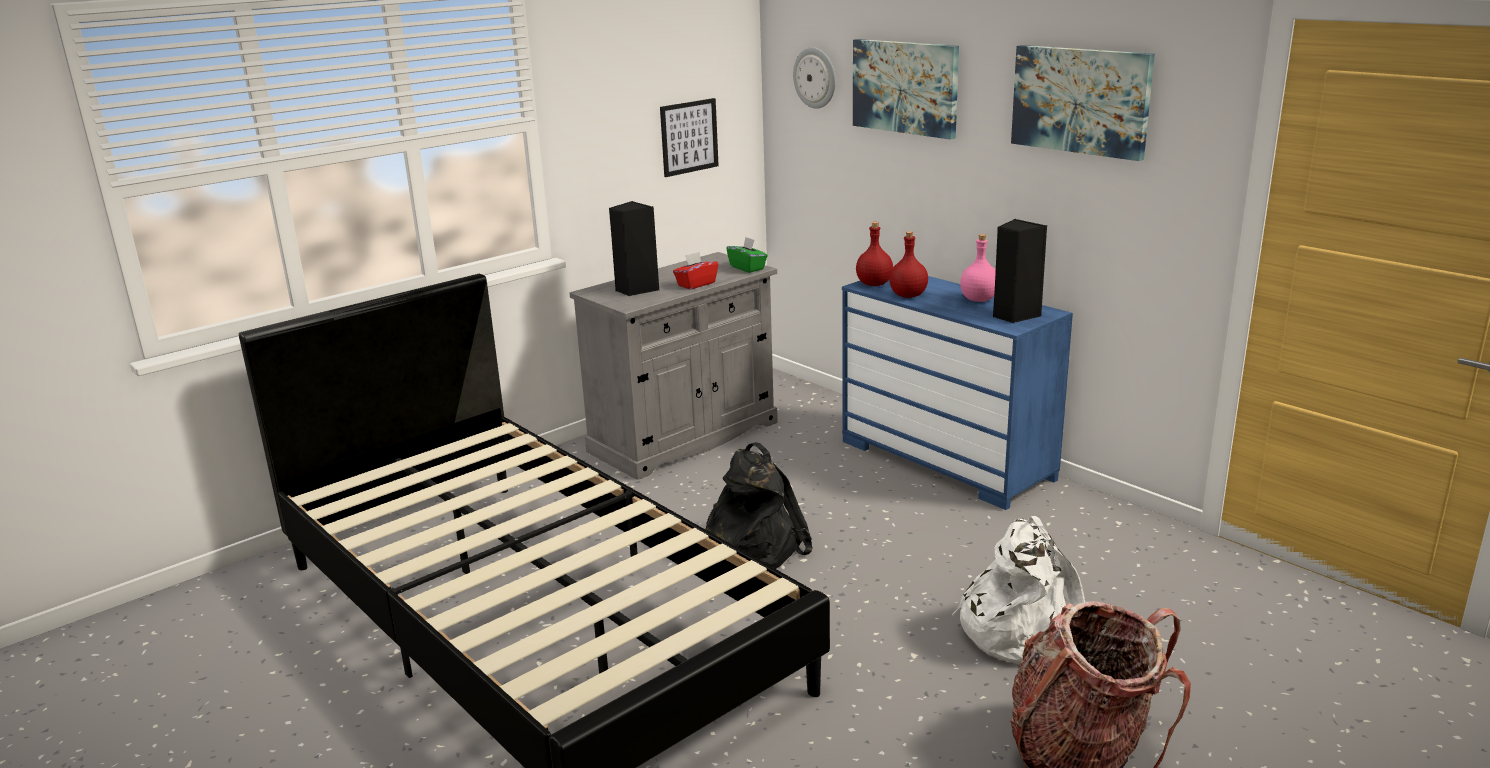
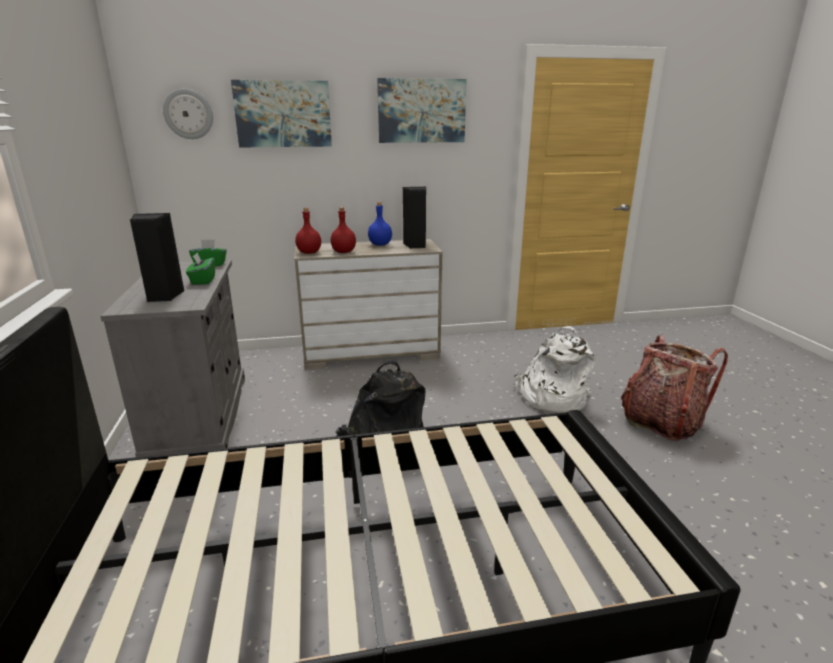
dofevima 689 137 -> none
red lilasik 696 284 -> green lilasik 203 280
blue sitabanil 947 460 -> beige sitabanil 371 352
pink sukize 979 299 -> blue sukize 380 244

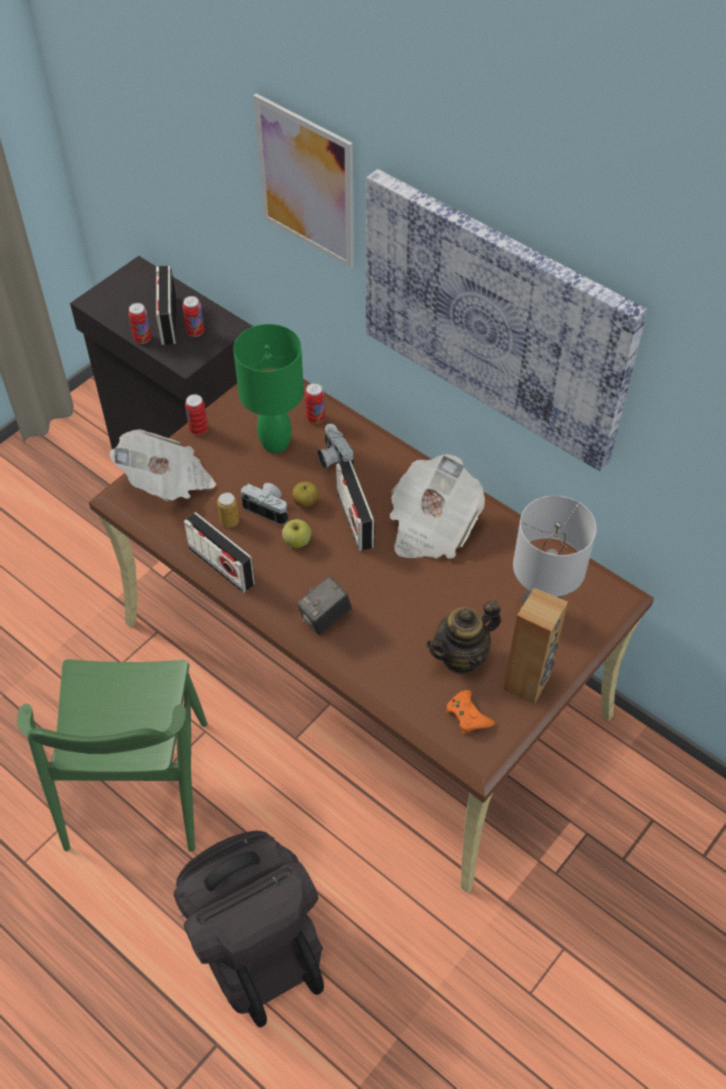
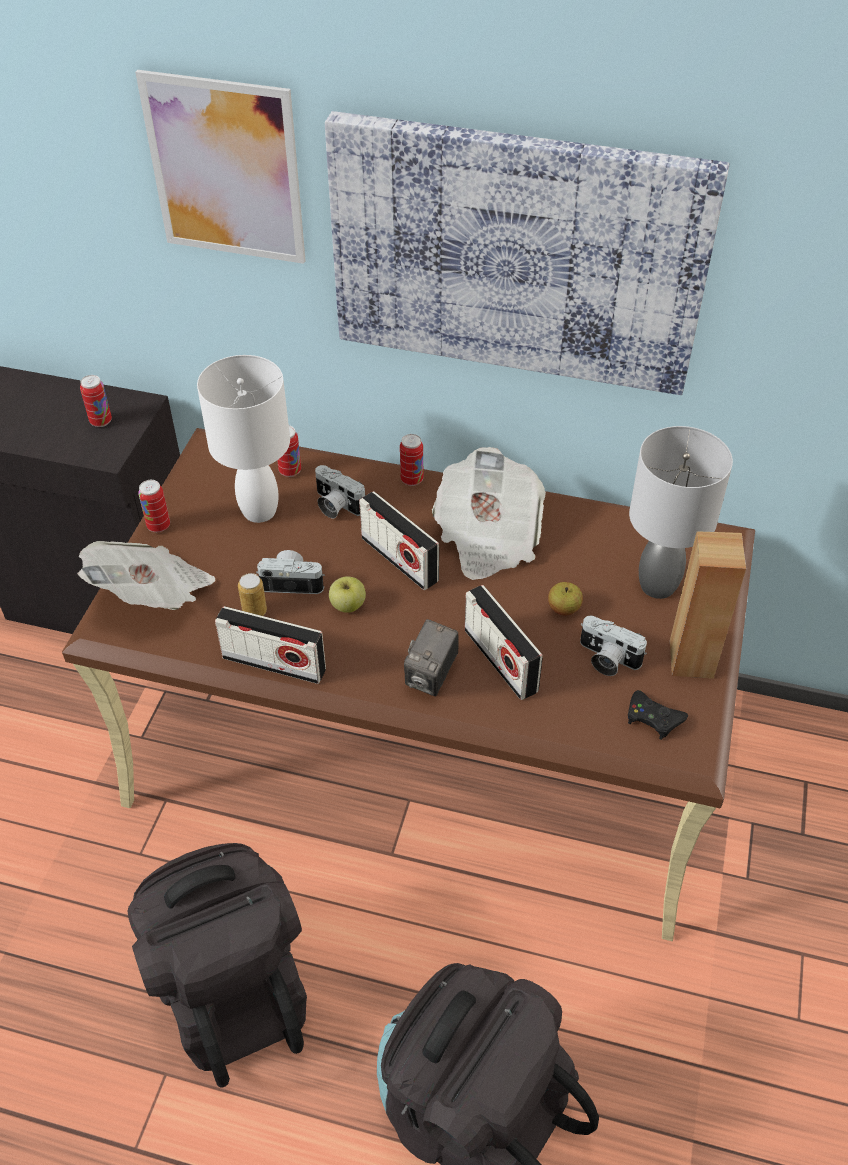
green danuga 136 785 -> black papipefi 232 988
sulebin 142 339 -> sulebin 411 479, move
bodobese 168 320 -> bodobese 500 660, move
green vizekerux 275 442 -> white vizekerux 259 510
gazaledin 305 502 -> gazaledin 564 609, move
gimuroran 461 657 -> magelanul 606 659
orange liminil 468 715 -> black liminil 653 718

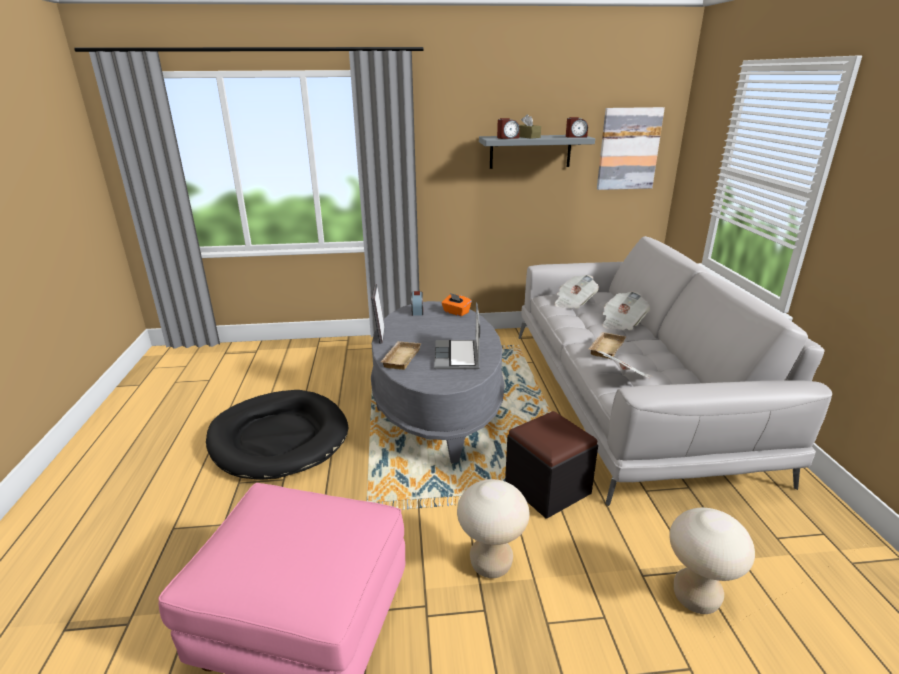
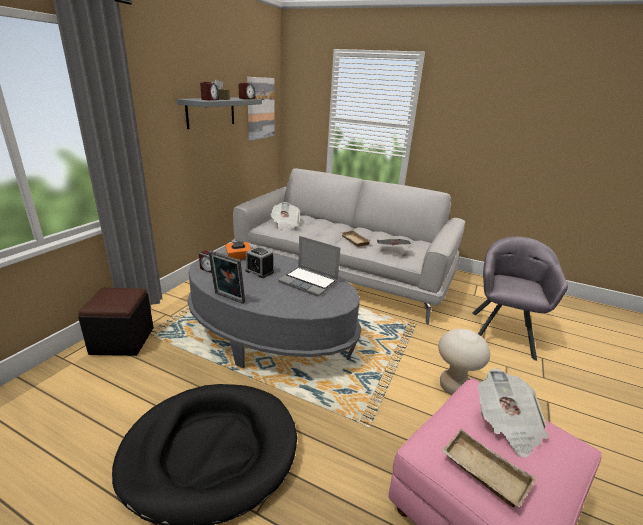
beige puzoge 400 358 -> beige puzoge 482 471, move
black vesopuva 547 488 -> black vesopuva 122 341, move
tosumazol 621 323 -> tosumazol 507 425, move
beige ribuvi 695 597 -> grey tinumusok 502 334
none -> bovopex 259 271

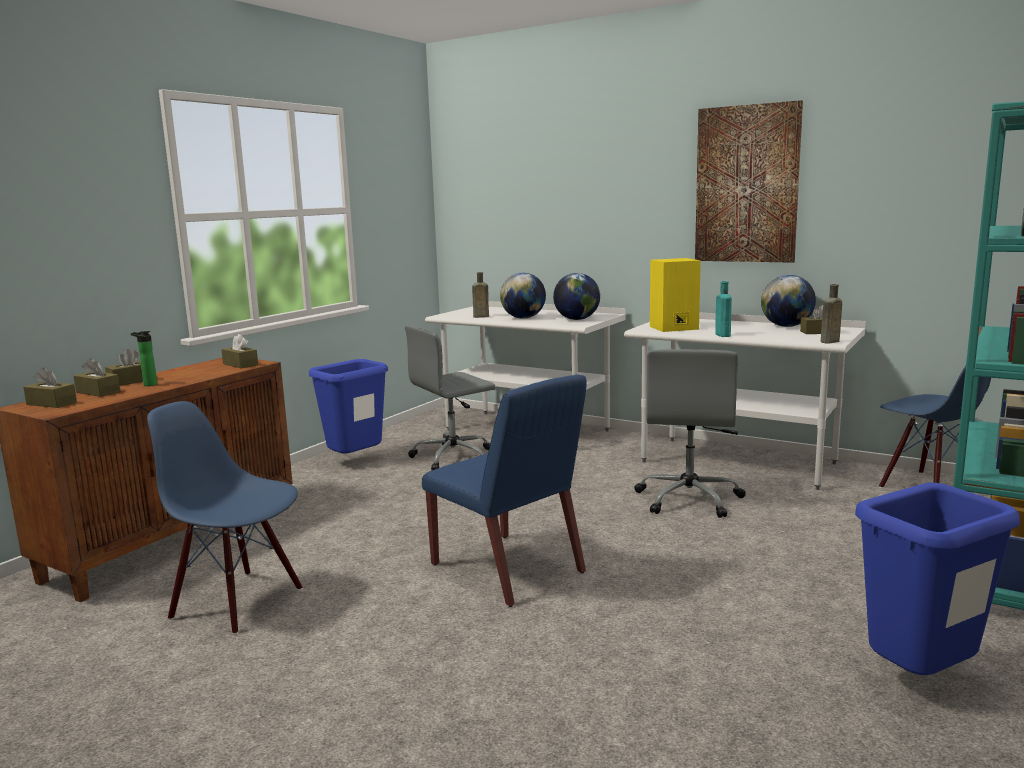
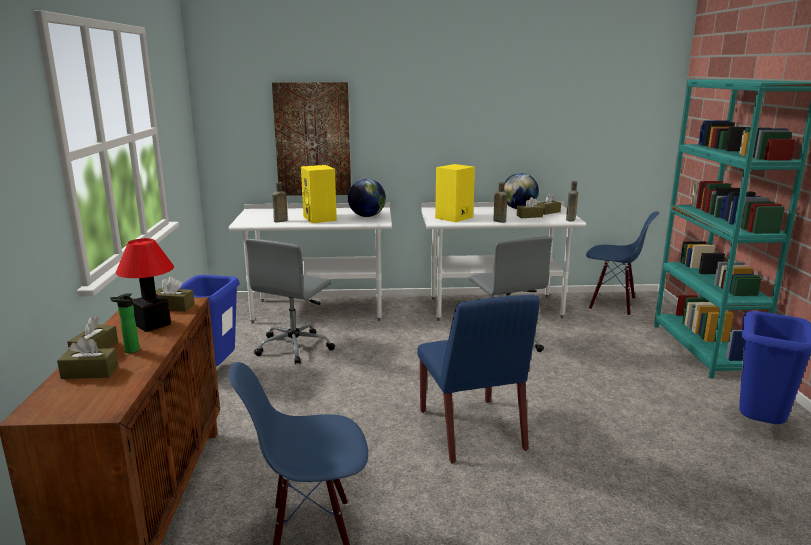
brown lilasik 51 403 -> brown lilasik 529 216, move
blue danuga 508 569 -> blue danuga 472 430, 60 degrees clockwise
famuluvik 523 318 -> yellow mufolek 320 219
dofevima 746 184 -> dofevima 313 140, move
turquoise sukize 722 335 -> brown sukize 498 221
none -> vizekerux 153 324

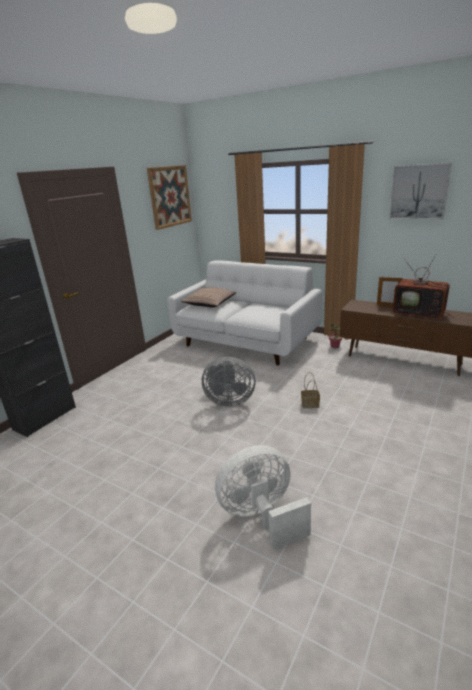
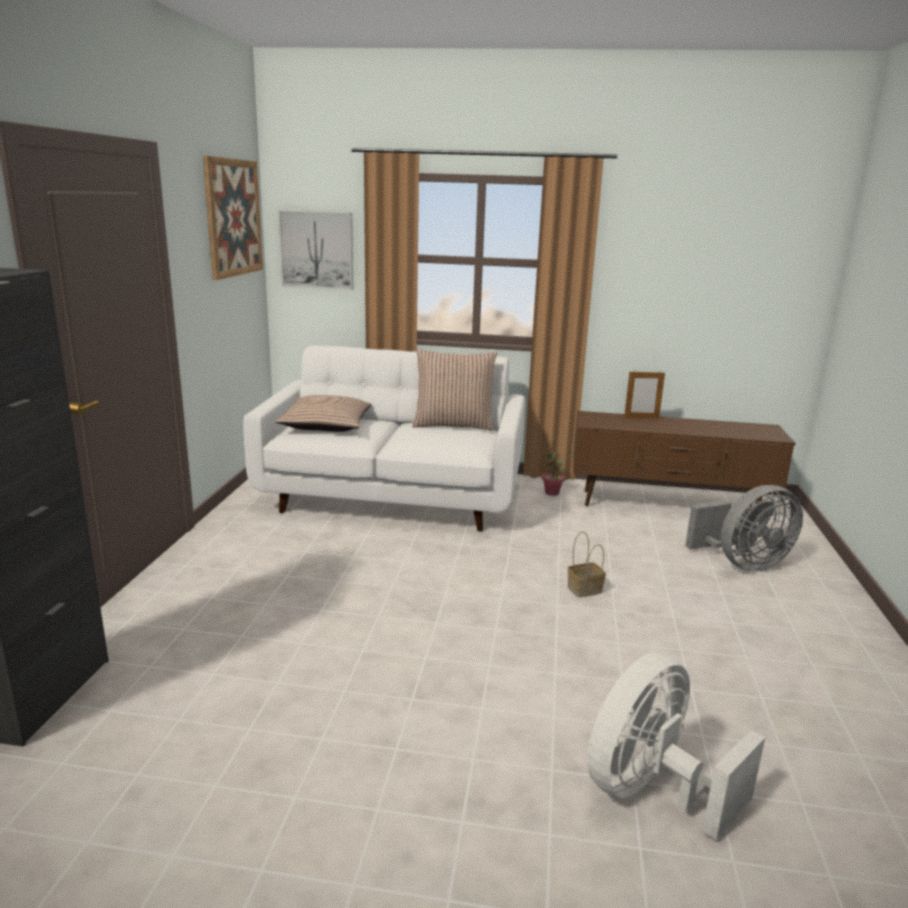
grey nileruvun 228 401 -> grey nileruvun 743 563, move
dofevima 419 192 -> dofevima 317 250, move
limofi 420 314 -> none
none -> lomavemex 453 425

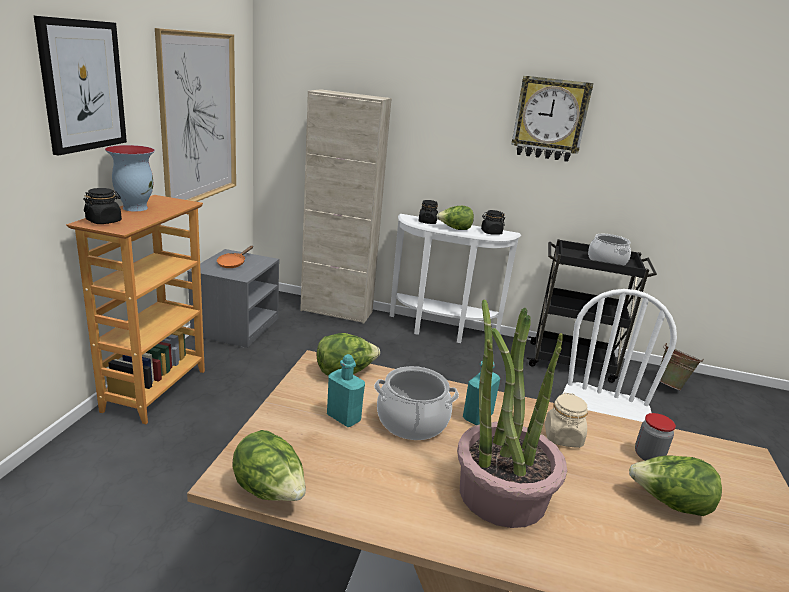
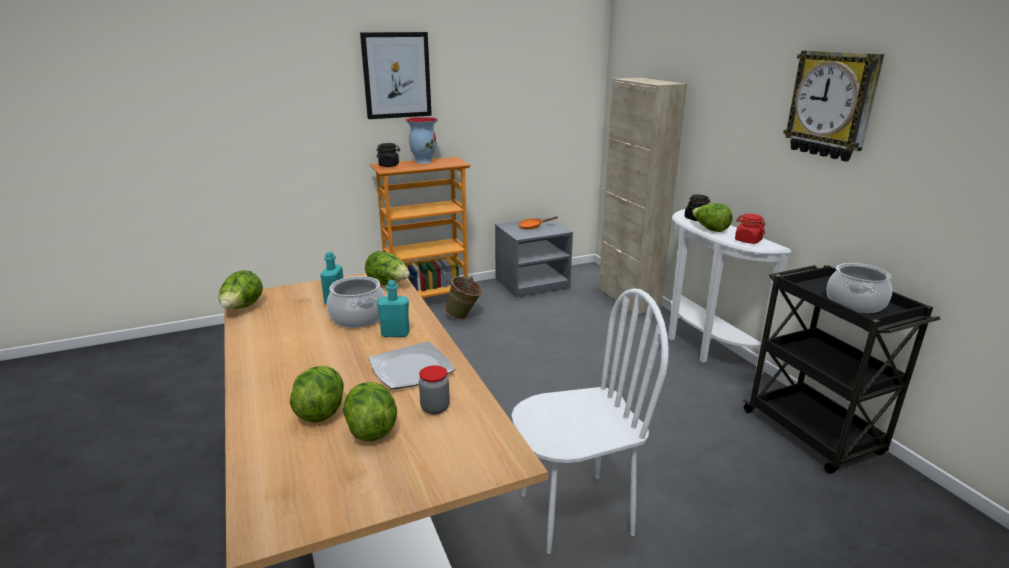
dofevima 199 118 -> none
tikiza 501 493 -> none
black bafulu 491 232 -> red bafulu 748 240
beige bafulu 563 437 -> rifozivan 412 368
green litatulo 671 386 -> green litatulo 464 317, move
none -> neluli 321 410

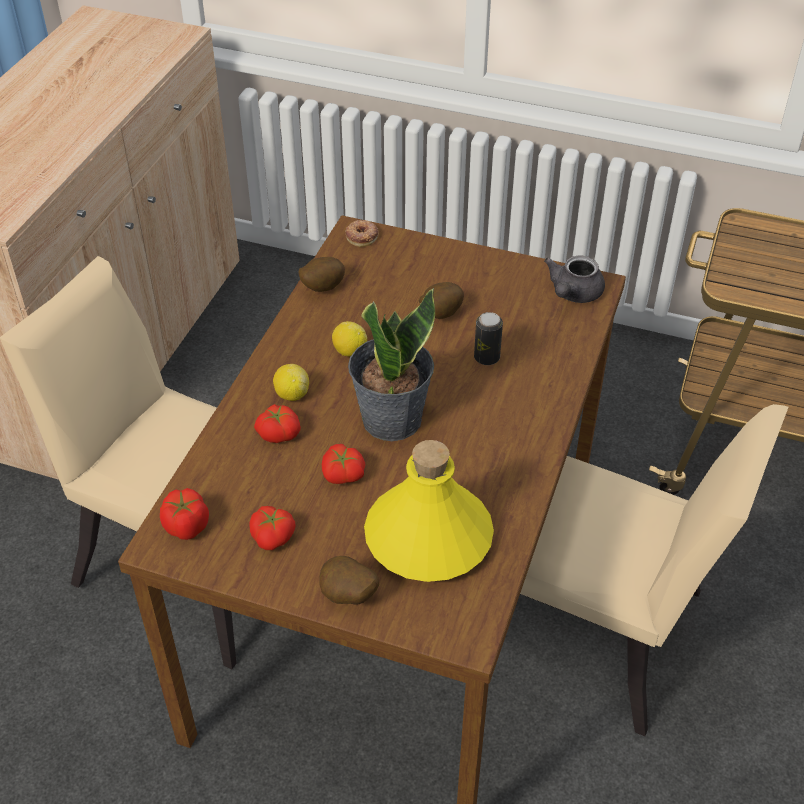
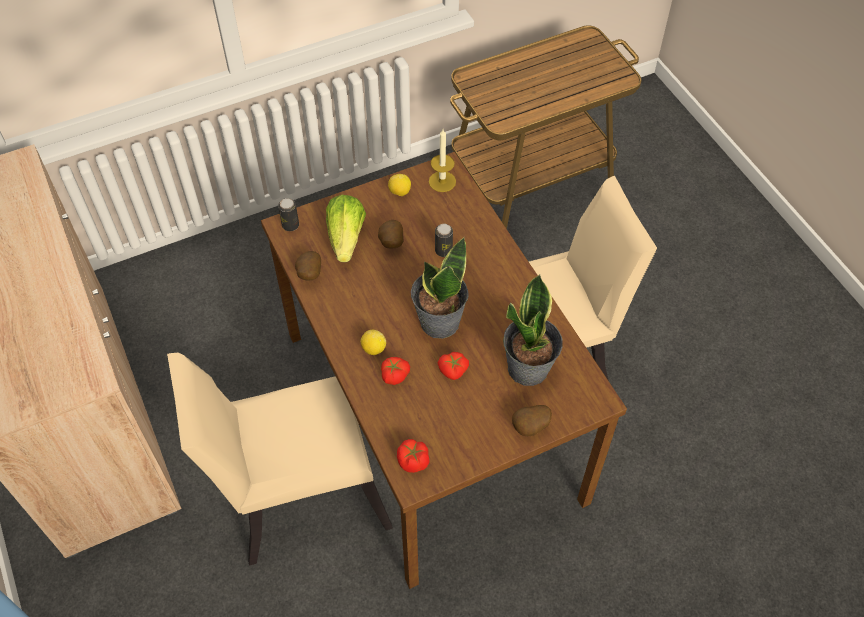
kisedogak 274 536 -> none
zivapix 349 351 -> zivapix 399 192, move
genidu 362 236 -> sulebin 290 225
yellow sukize 427 537 -> tikiza 529 368
grey gimuroran 572 294 -> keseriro 442 181
none -> neluli 346 238

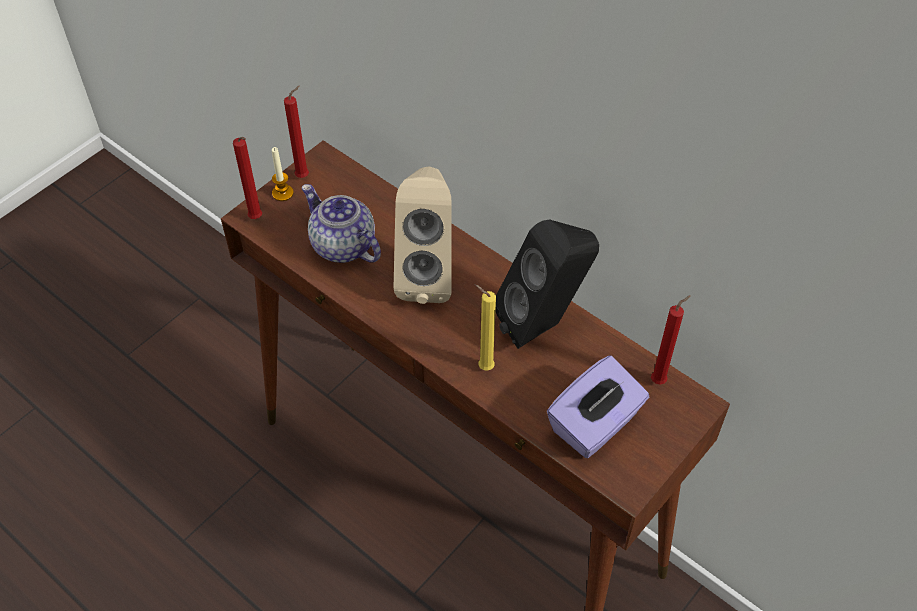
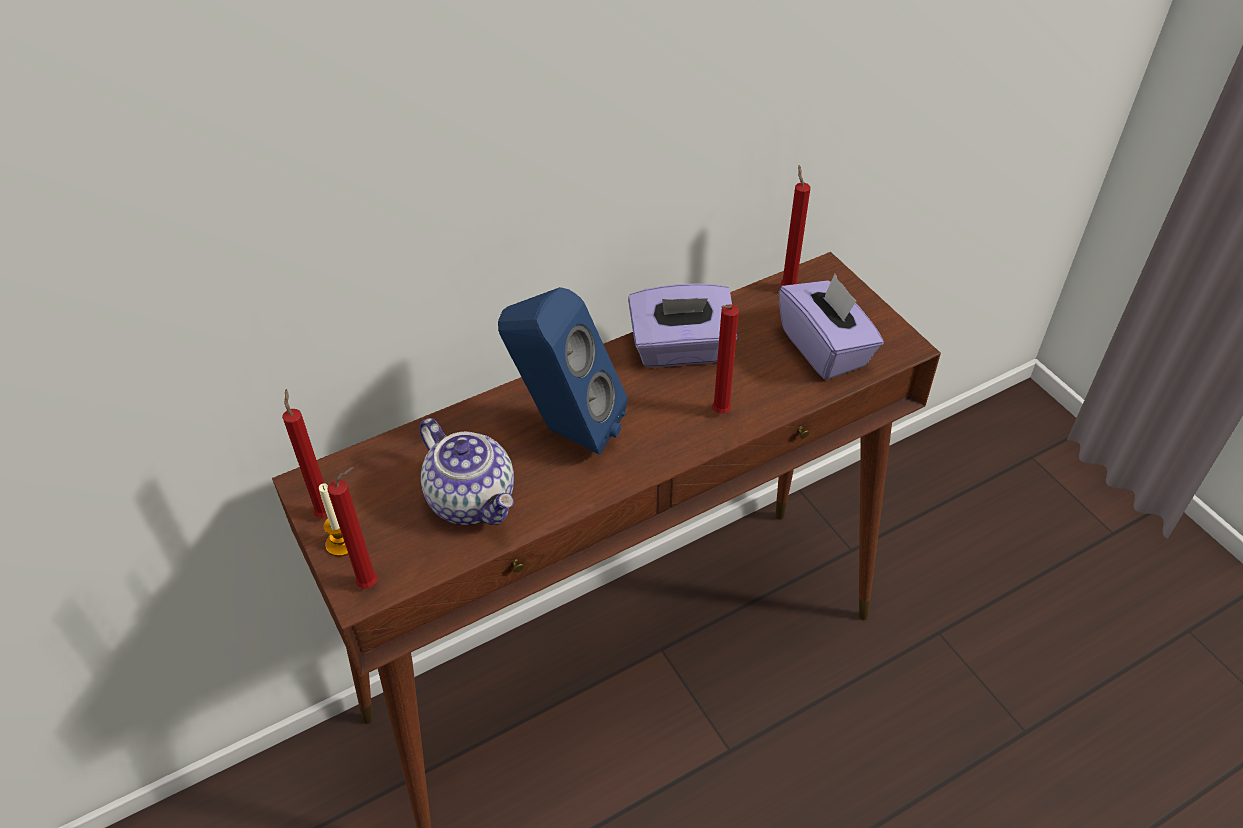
gimuroran 342 246 -> gimuroran 473 499, 105 degrees counterclockwise
beige mufolek 427 275 -> blue mufolek 564 429
yellow keseriro 483 366 -> red keseriro 719 414
black mufolek 543 323 -> purple lilasik 681 350

